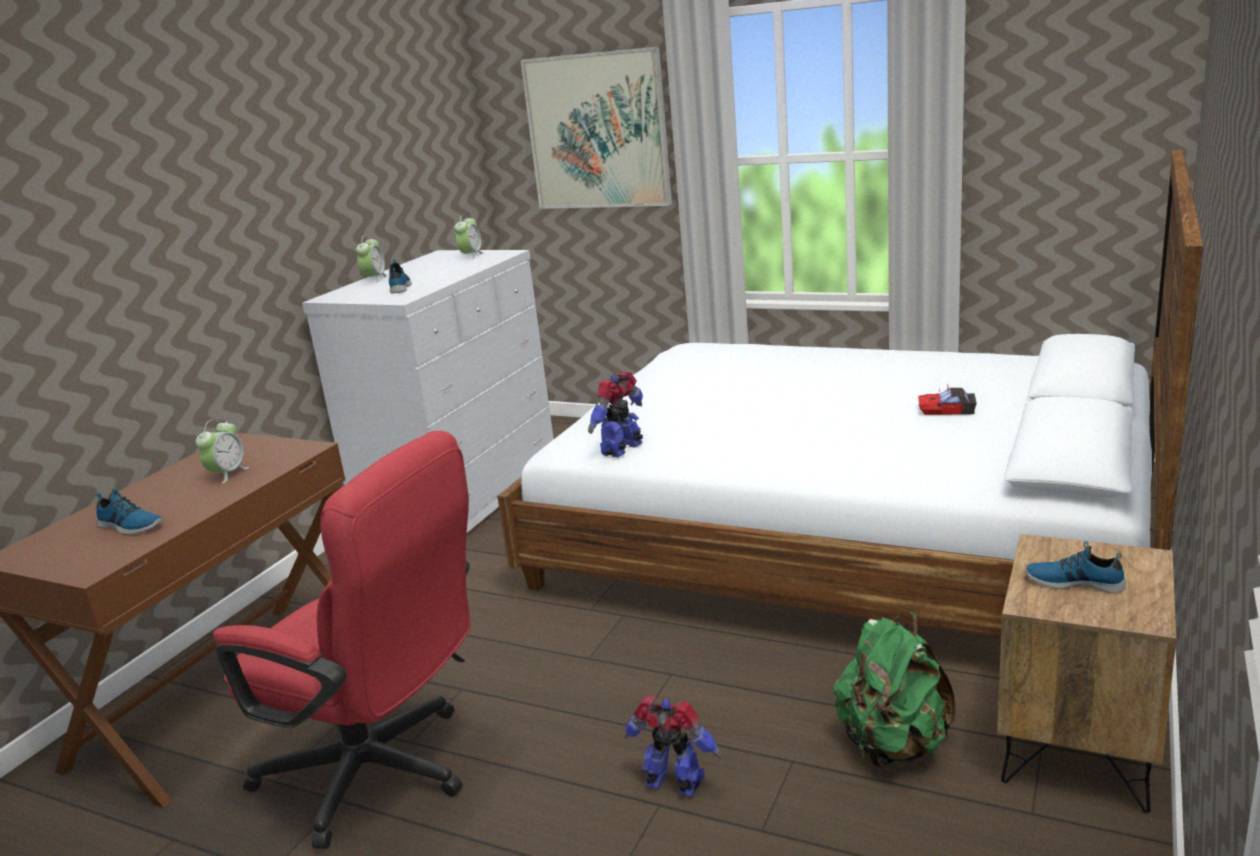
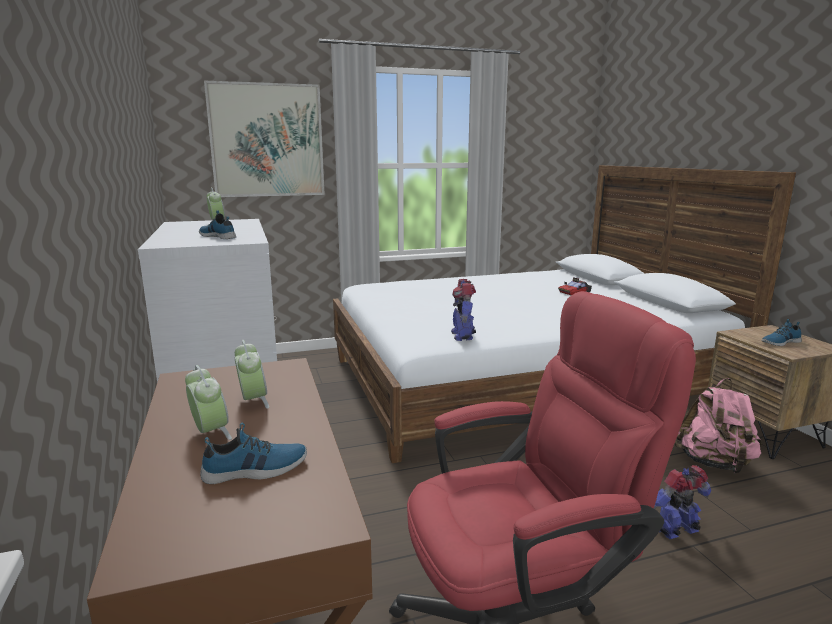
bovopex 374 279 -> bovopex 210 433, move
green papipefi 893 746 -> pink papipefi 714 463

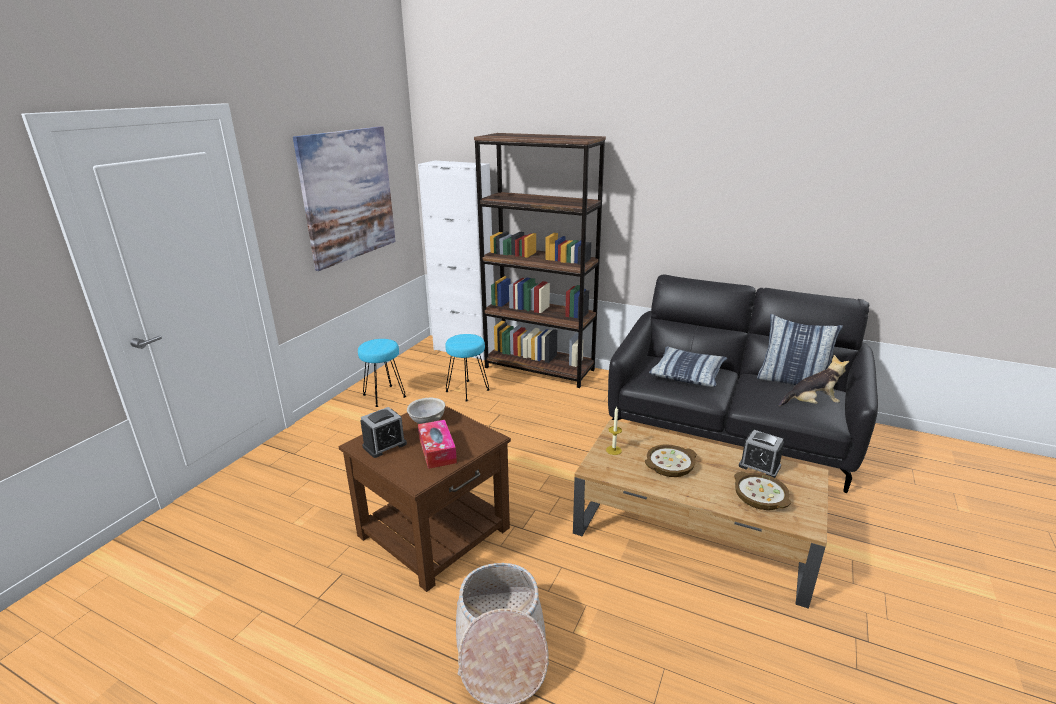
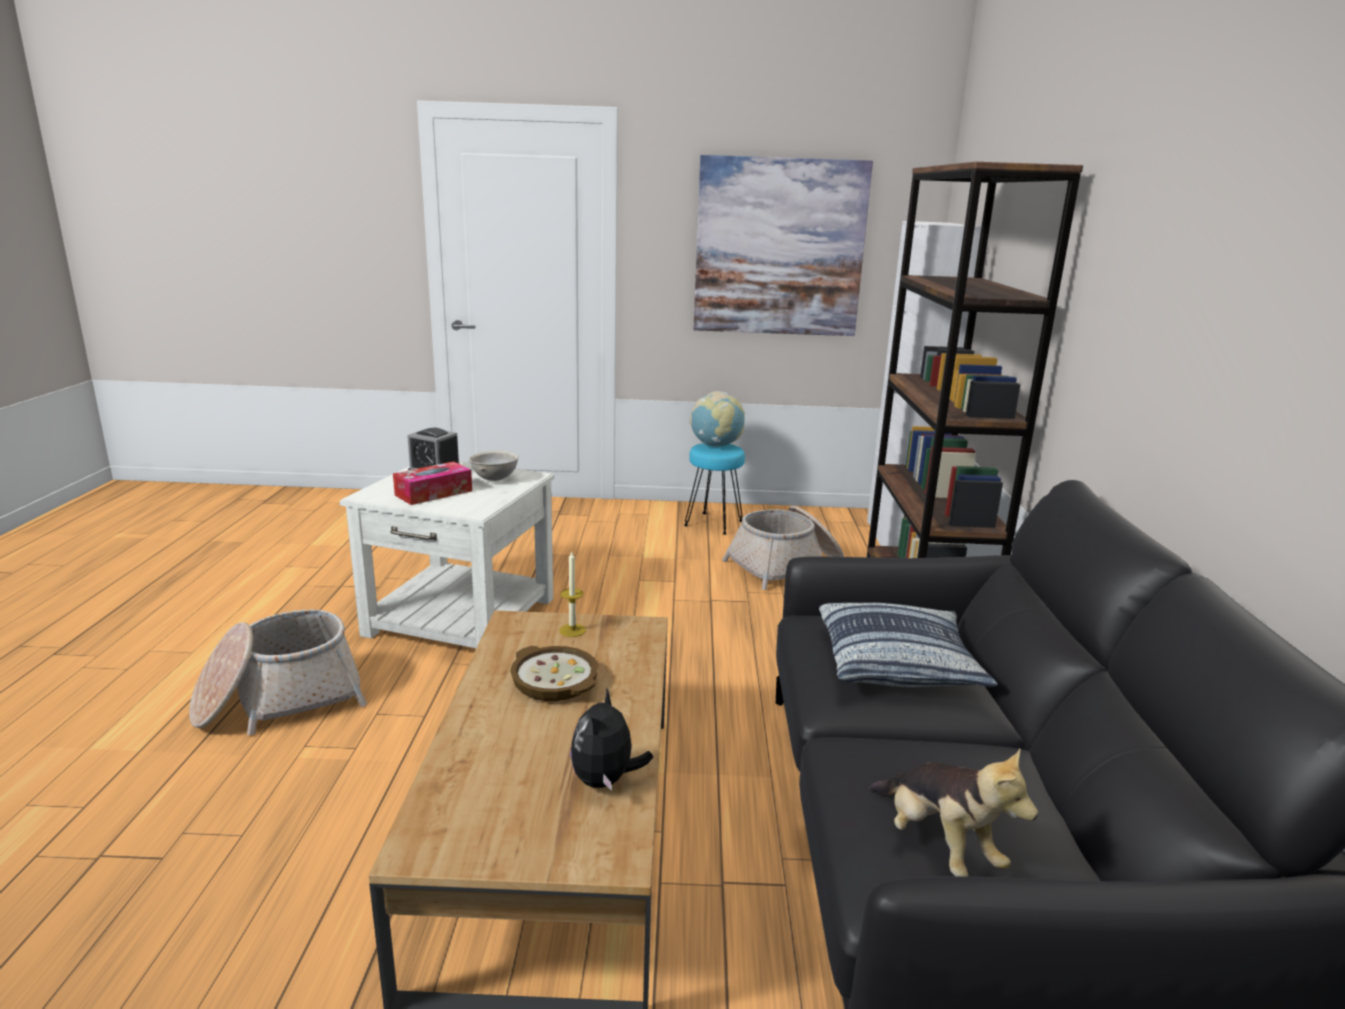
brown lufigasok 434 532 -> white lufigasok 460 617
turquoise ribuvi 468 390 -> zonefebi 786 567
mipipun 760 496 -> none
bovopex 759 466 -> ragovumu 605 781
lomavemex 792 381 -> none
none -> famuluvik 716 445

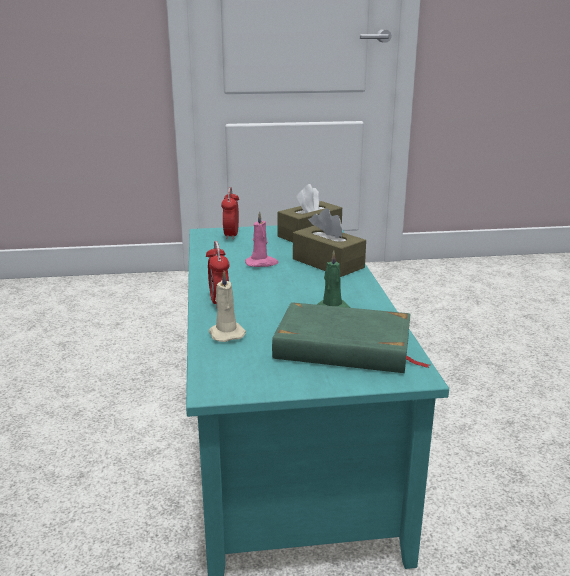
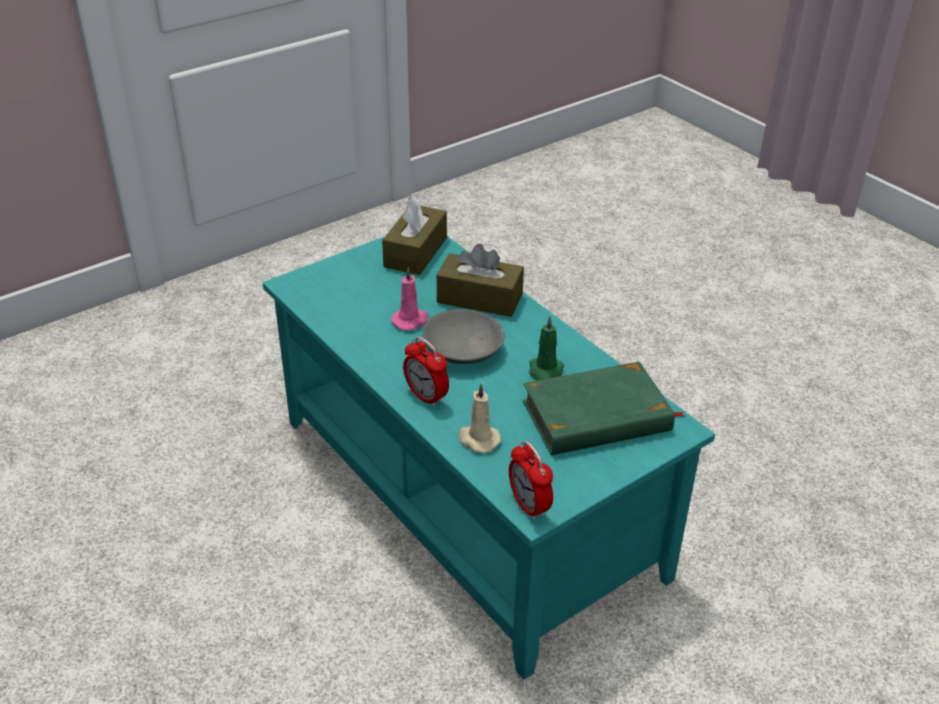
bovopex 231 235 -> bovopex 529 506, move
none -> grey mipipun 464 350

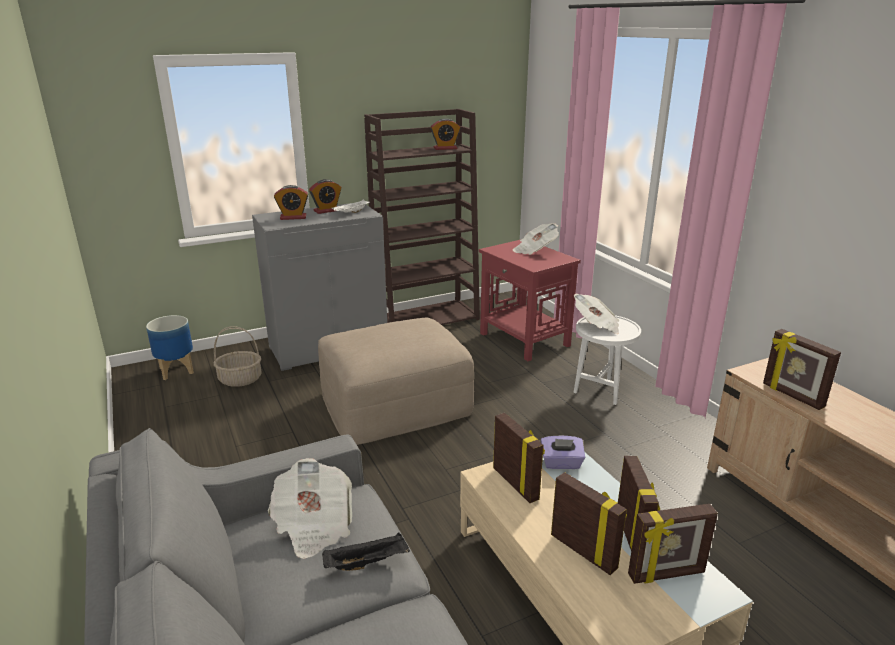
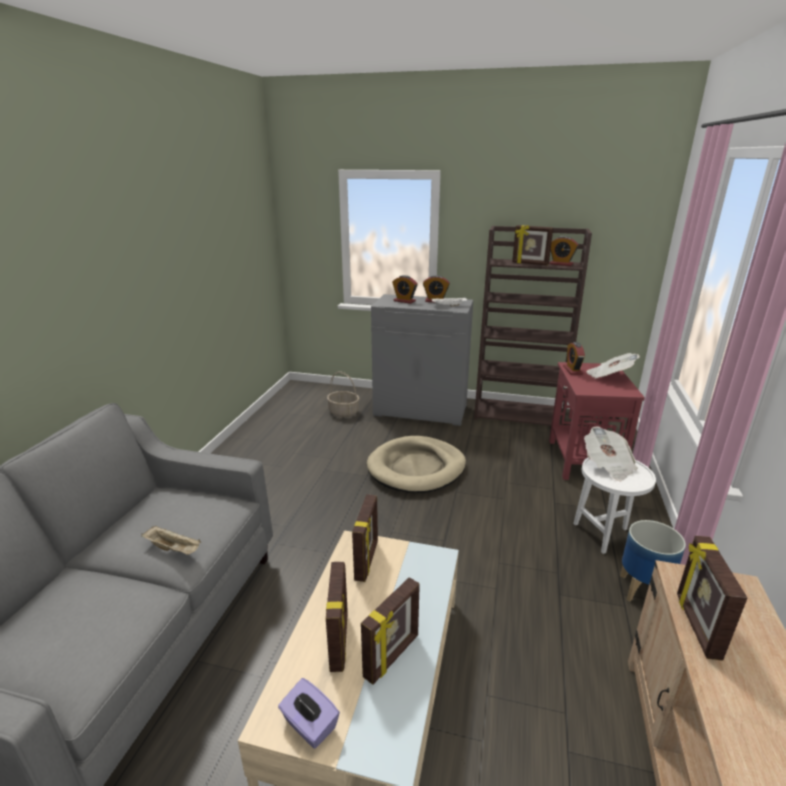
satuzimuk 177 370 -> satuzimuk 643 590, move
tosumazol 313 525 -> none
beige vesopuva 395 403 -> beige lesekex 416 468
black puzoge 367 562 -> beige puzoge 174 549
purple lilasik 561 463 -> purple lilasik 309 725, move
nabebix 666 575 -> nabebix 530 264, move
none -> bovopex 572 370

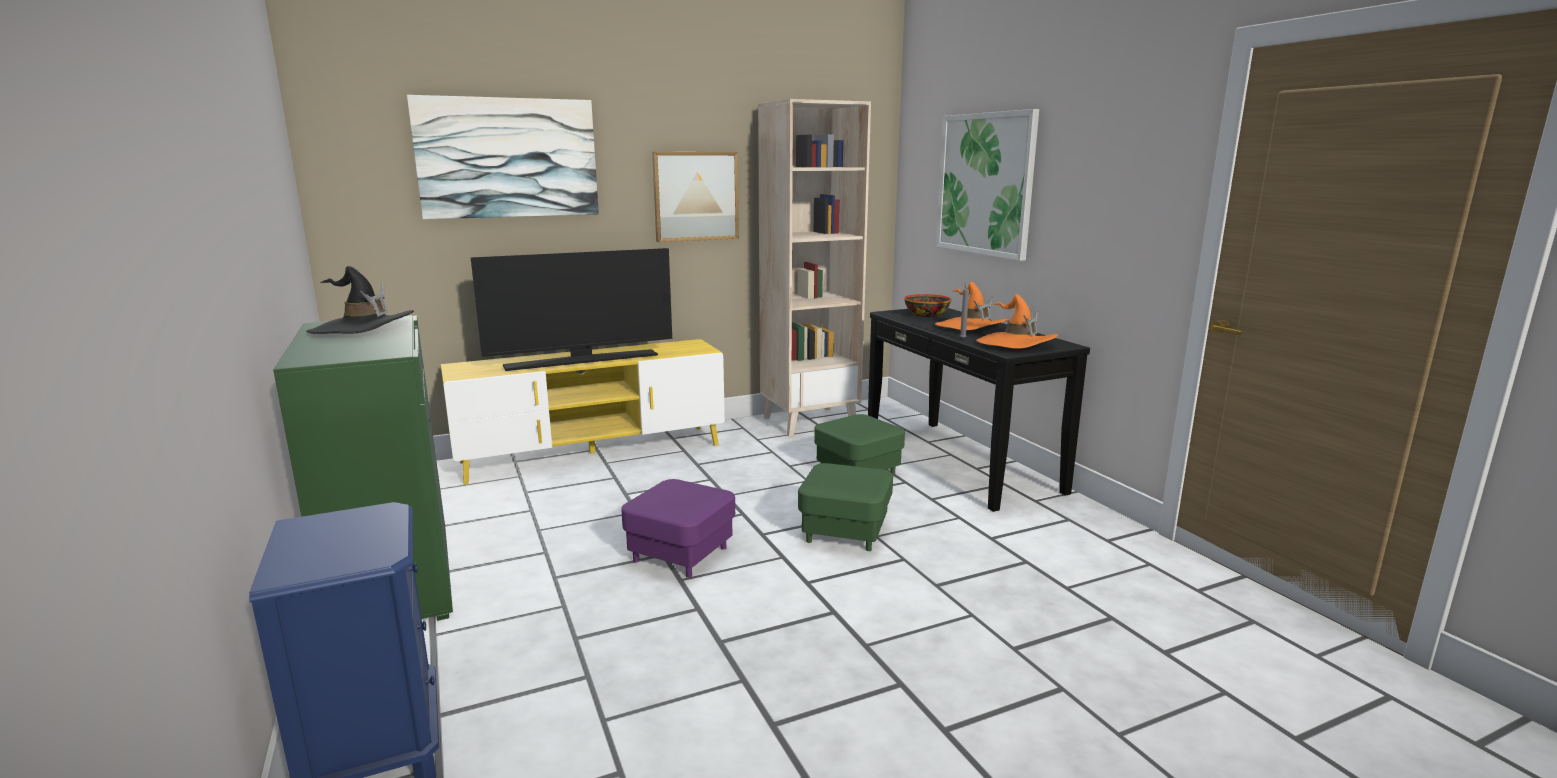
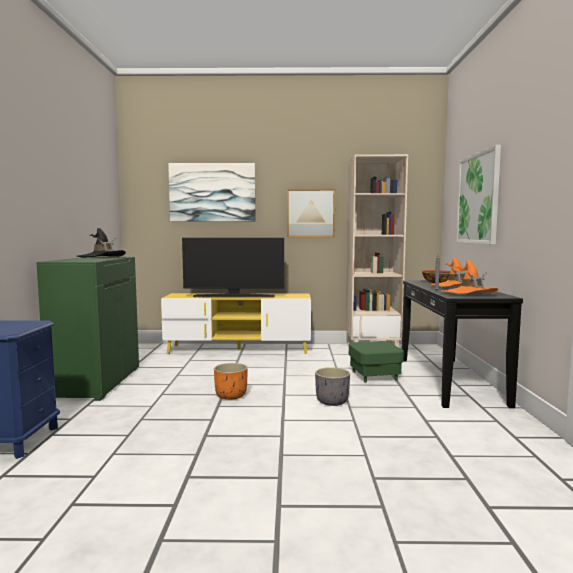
purple vesopuva 681 554 -> orange satuzimuk 231 395
green vesopuva 845 532 -> grey satuzimuk 332 401

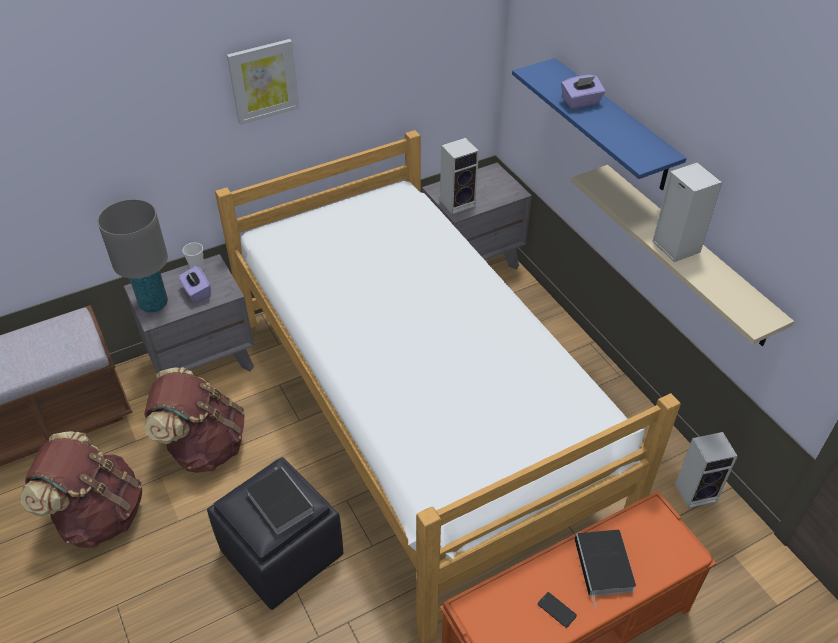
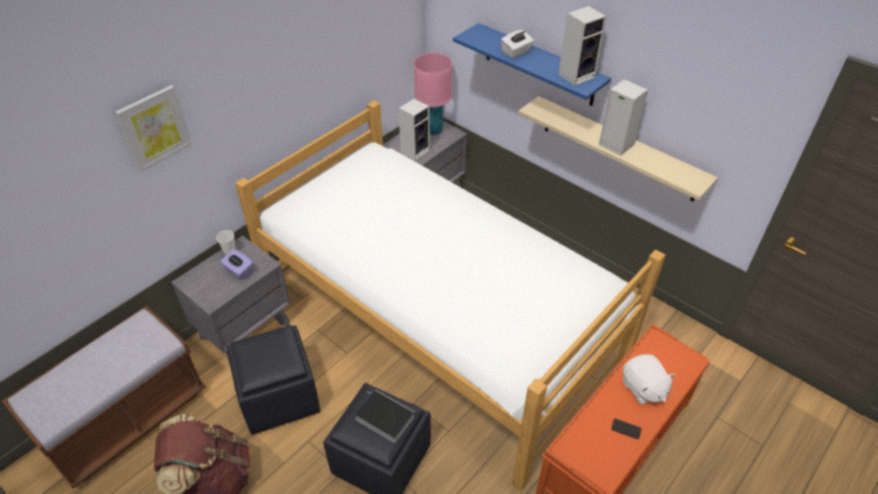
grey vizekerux 153 304 -> none
brown papipefi 204 446 -> black vesopuva 278 396
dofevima 263 81 -> dofevima 154 128, move
purple lilasik 581 102 -> white lilasik 516 52
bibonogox 604 567 -> white ragovumu 643 388
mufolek 697 491 -> mufolek 577 75, move
none -> pink vizekerux 433 130

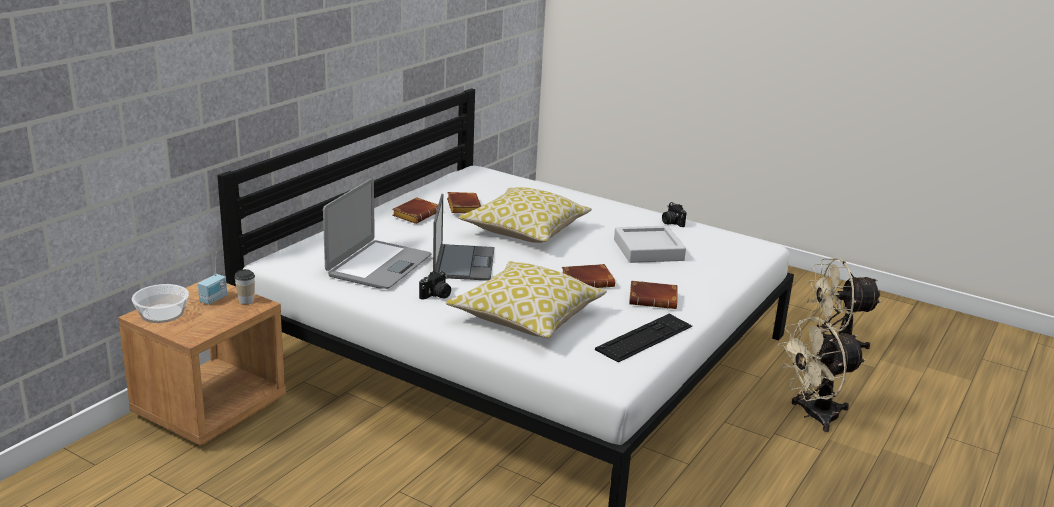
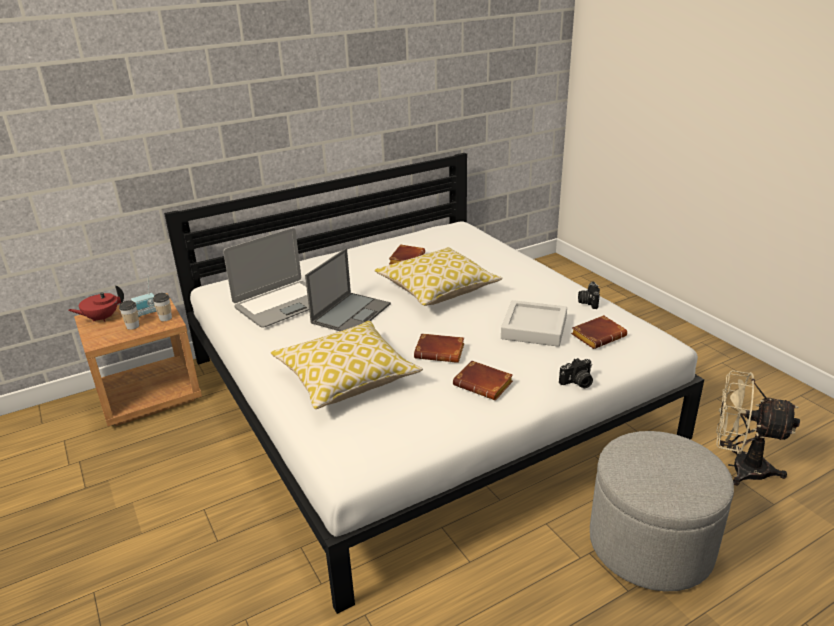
mipipun 161 313 -> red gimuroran 101 318
brown bibonogox 416 214 -> brown bibonogox 598 335, move
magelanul 436 295 -> magelanul 577 383, move
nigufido 644 338 -> none
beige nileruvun 812 416 -> grey vesopuva 650 544
none -> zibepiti 133 326

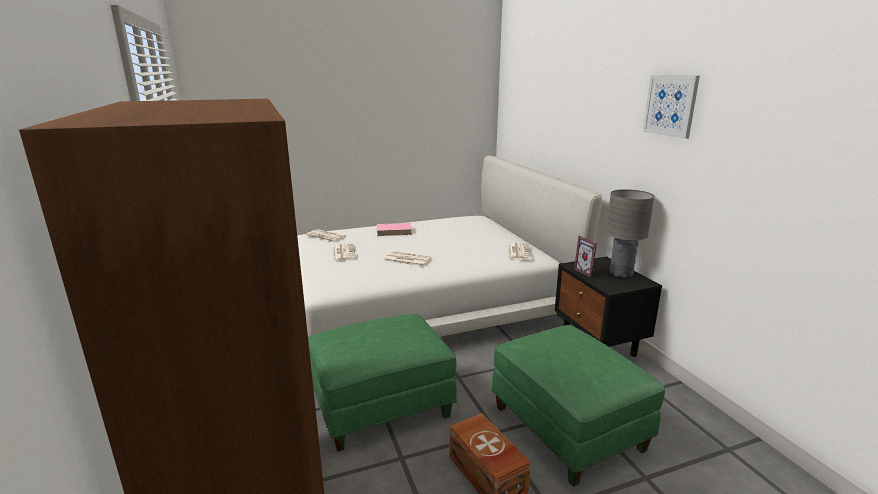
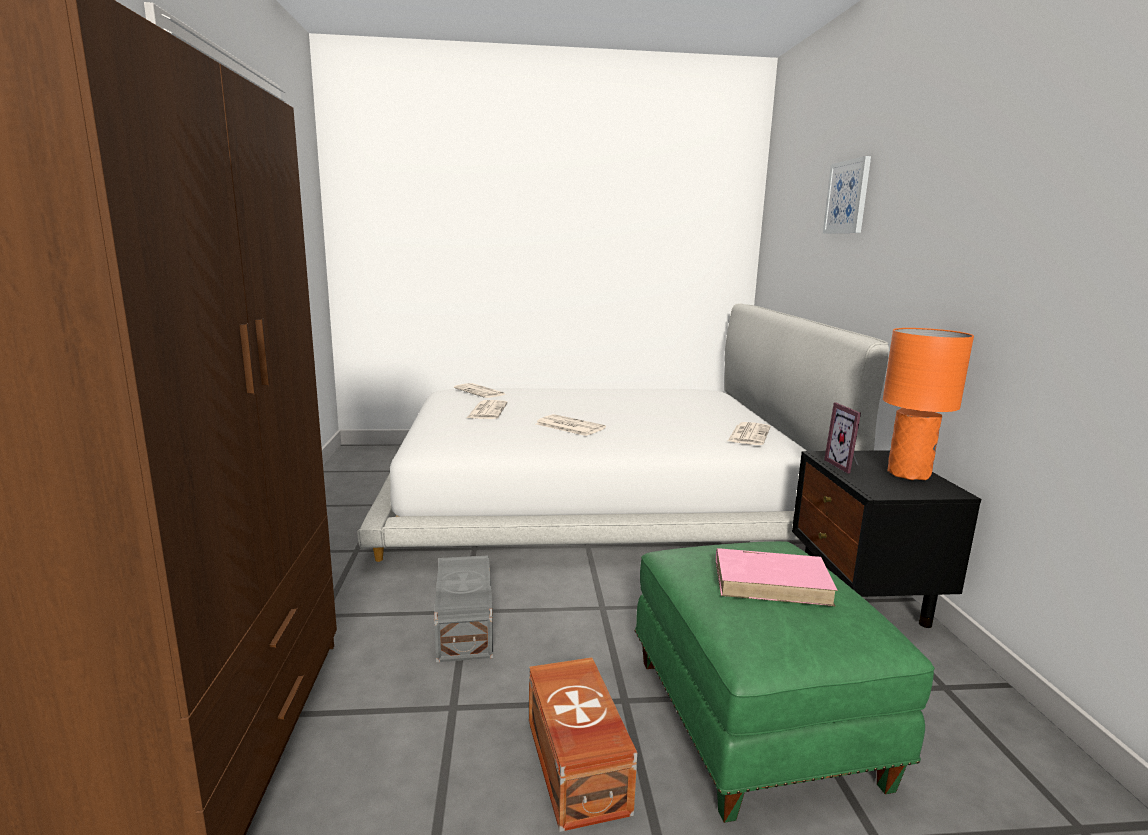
green vesopuva 381 407 -> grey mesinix 463 629
pink bibonogox 394 231 -> pink bibonogox 772 581, move
grey vizekerux 621 273 -> orange vizekerux 909 474
dofevima 670 105 -> dofevima 847 197, move

